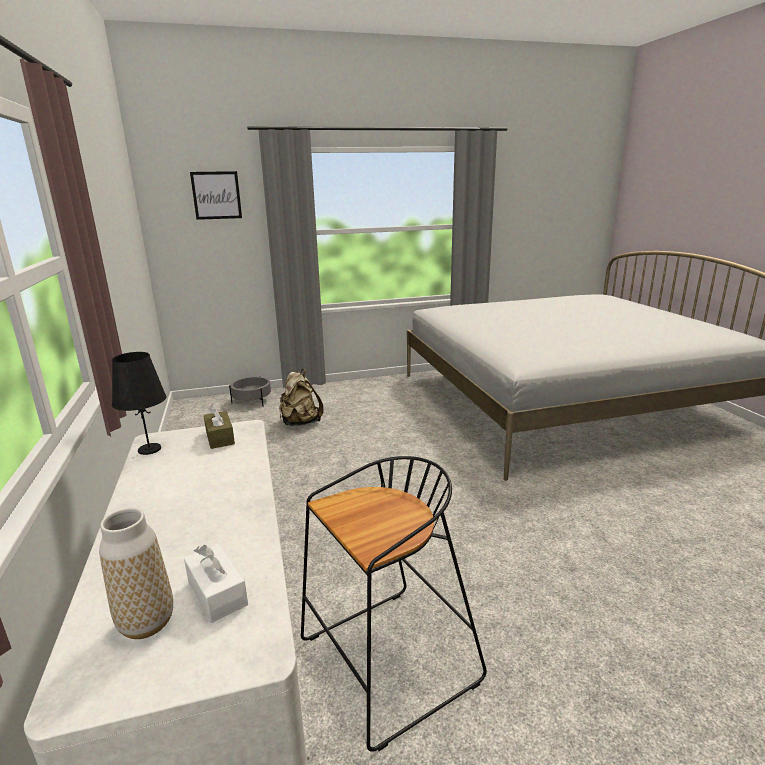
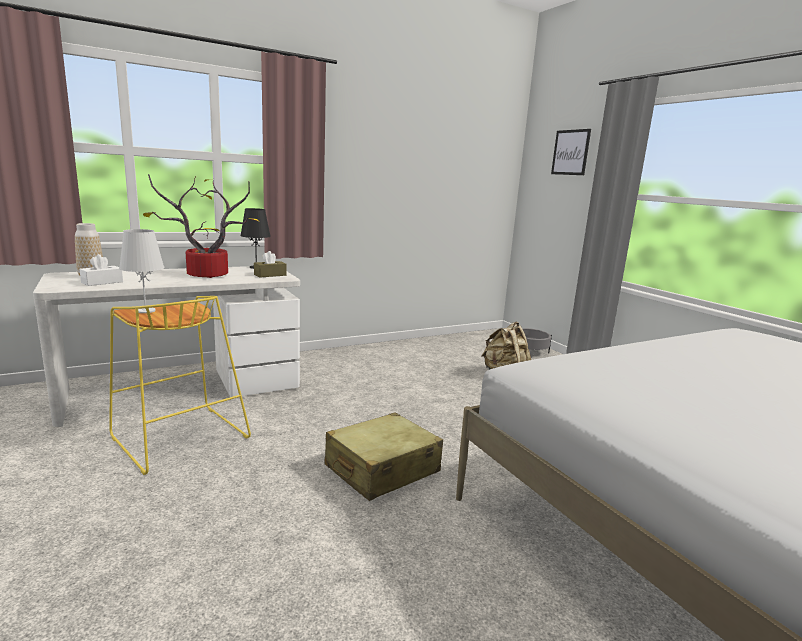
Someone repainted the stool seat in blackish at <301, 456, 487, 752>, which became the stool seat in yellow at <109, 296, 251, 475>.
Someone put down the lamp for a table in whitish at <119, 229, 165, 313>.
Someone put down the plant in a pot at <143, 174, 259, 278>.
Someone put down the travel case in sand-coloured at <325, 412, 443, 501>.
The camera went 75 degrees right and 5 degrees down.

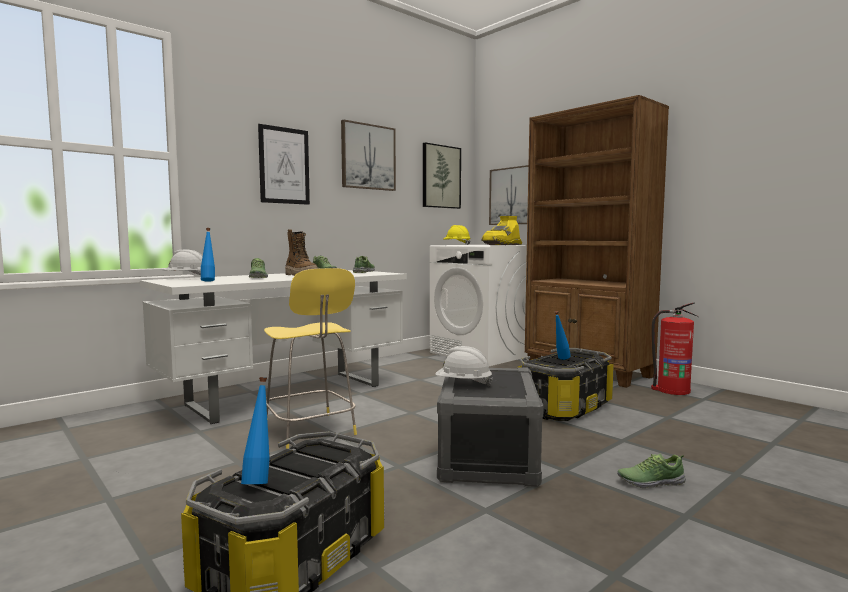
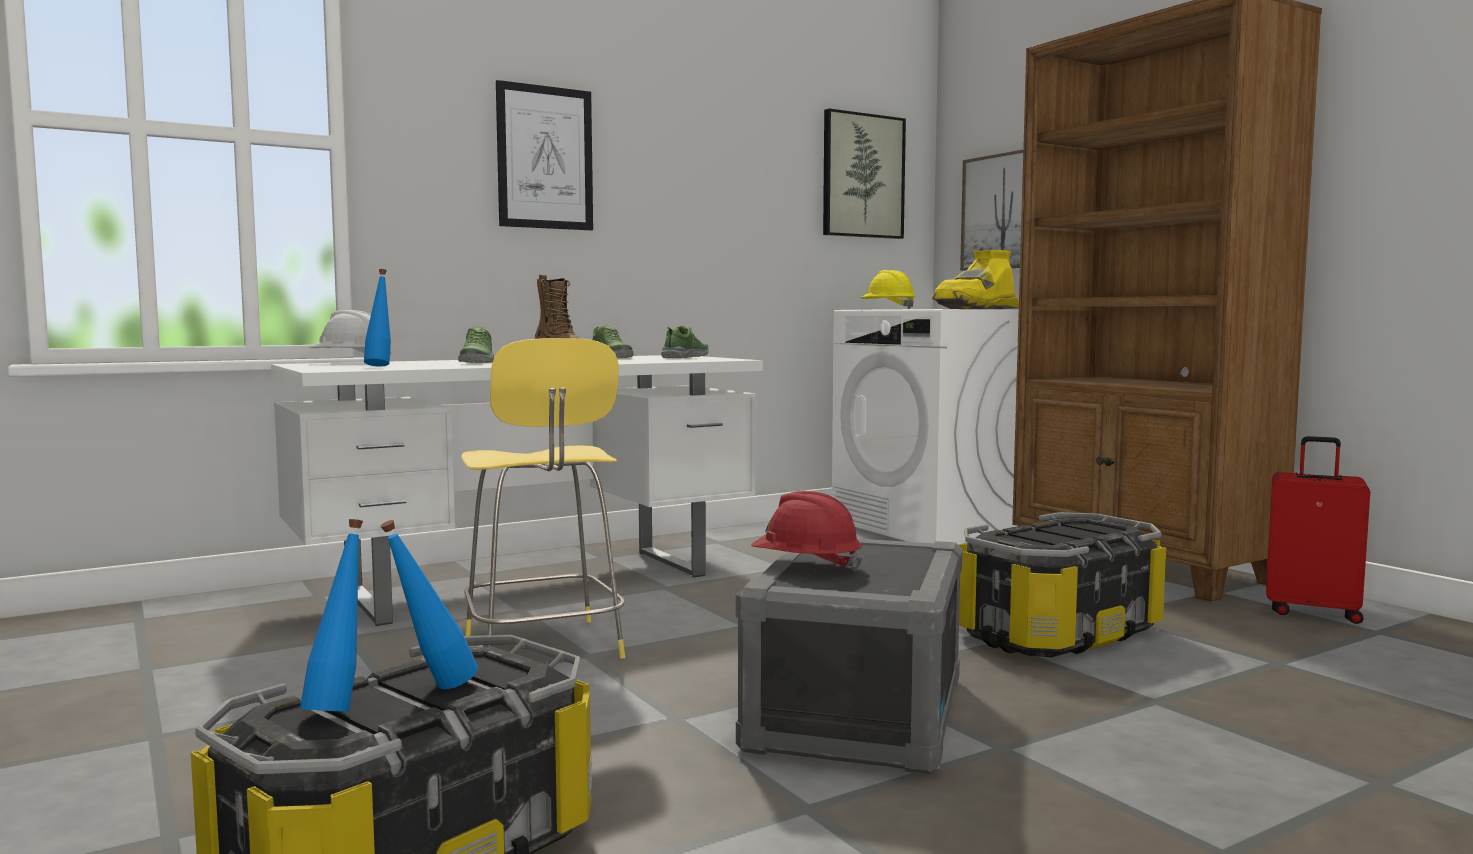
Someone took away the wall art at <341, 120, 396, 191>.
Someone repainted the work helmet in whitish at <435, 346, 493, 386>, which became the work helmet in red-coloured at <751, 491, 864, 572>.
Someone carried the drink bottle in blue from <555, 311, 571, 360> to <380, 520, 478, 689>.
Someone took away the low shoe at <617, 454, 686, 488>.
Someone swapped the fire-fighting cylinder at <651, 302, 698, 395> for the travel case in red-coloured at <1266, 436, 1370, 624>.
The camera went 10 degrees right and 0 degrees up.

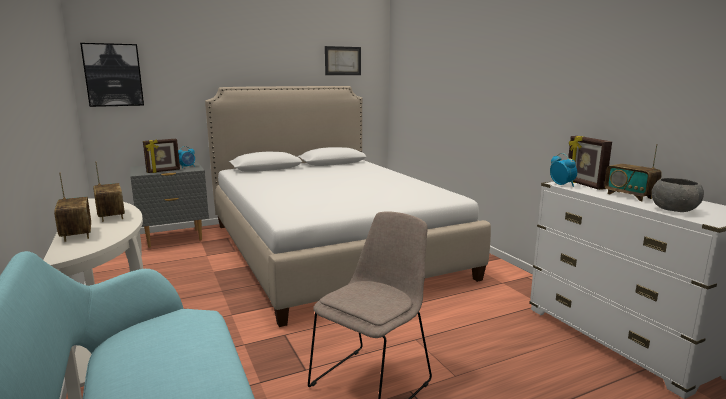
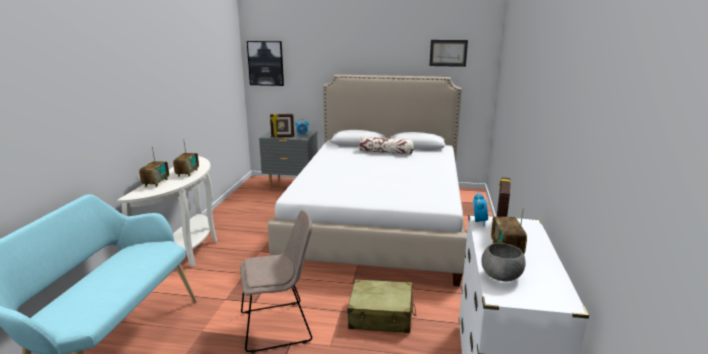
Someone put down the travel case in sand-coloured at <347, 279, 416, 333>.
Someone put down the pillow at <358, 137, 414, 154>.
The camera went 35 degrees right and 5 degrees up.

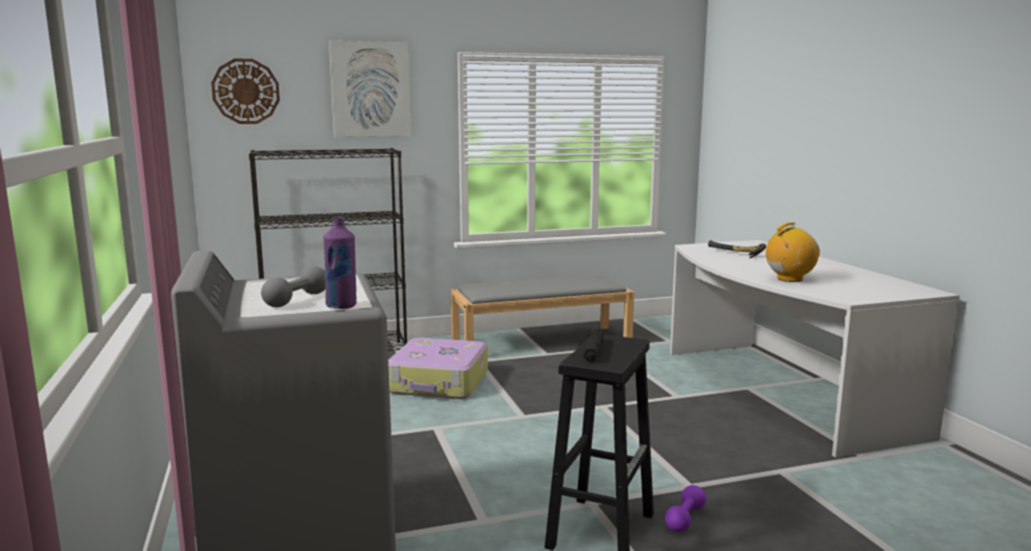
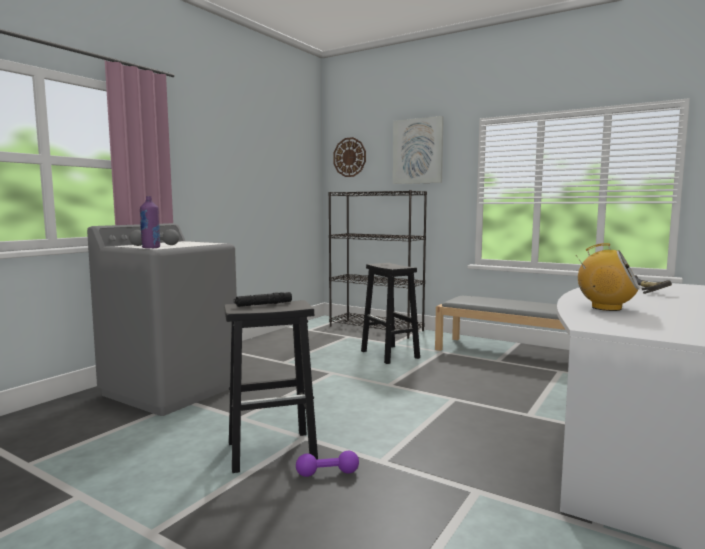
Someone swapped the travel case at <388, 338, 488, 399> for the stool seat in blackish at <361, 263, 420, 364>.
The camera went 50 degrees right and 5 degrees down.

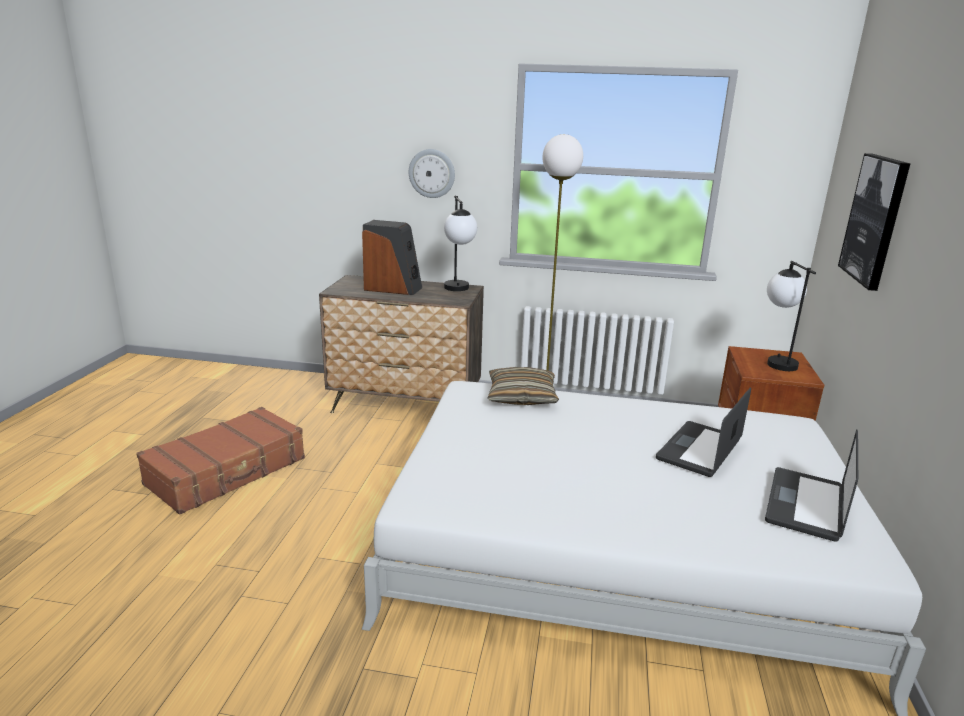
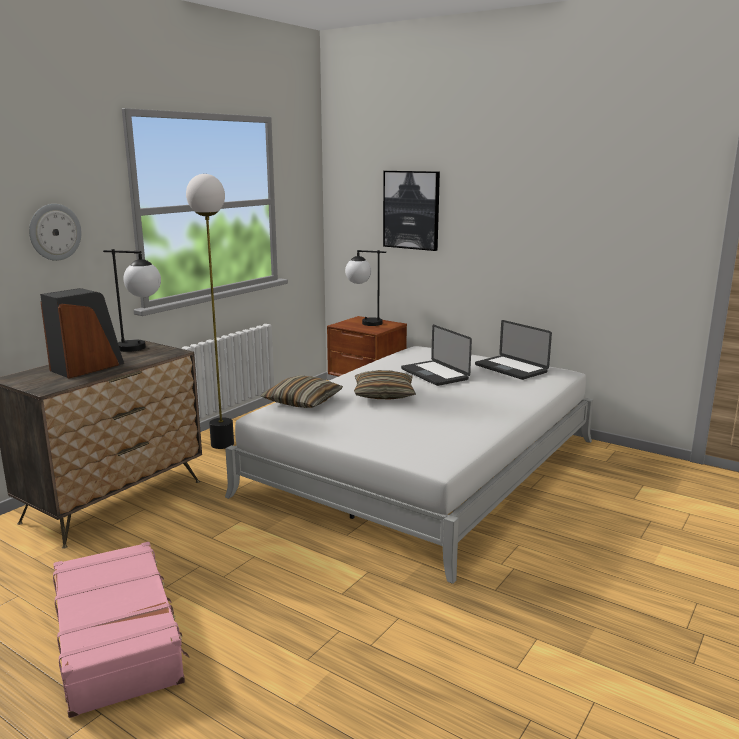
Someone repainted the travel case in brown at <136, 407, 305, 515>, which became the travel case in pink at <53, 542, 190, 718>.
Someone put down the pillow at <354, 370, 416, 400>.
The camera went 65 degrees left and 5 degrees down.

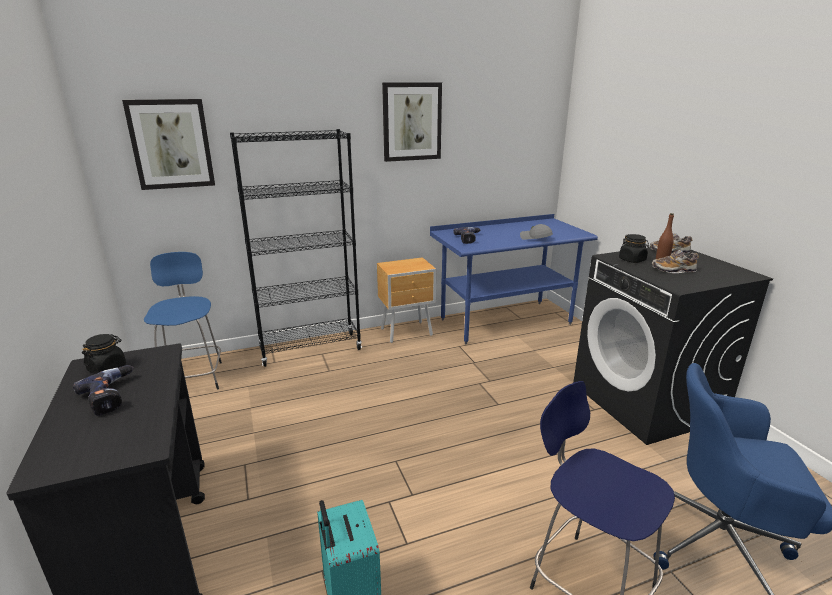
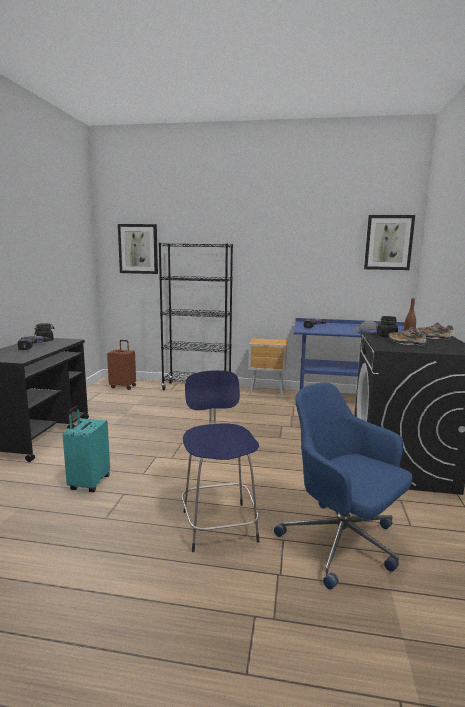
Someone swapped the stool seat in blue at <144, 252, 222, 389> for the travel case in brown at <107, 340, 136, 390>.
Someone carried the wall art from <382, 82, 442, 162> to <364, 215, 415, 270>.
The camera went 30 degrees right and 10 degrees down.

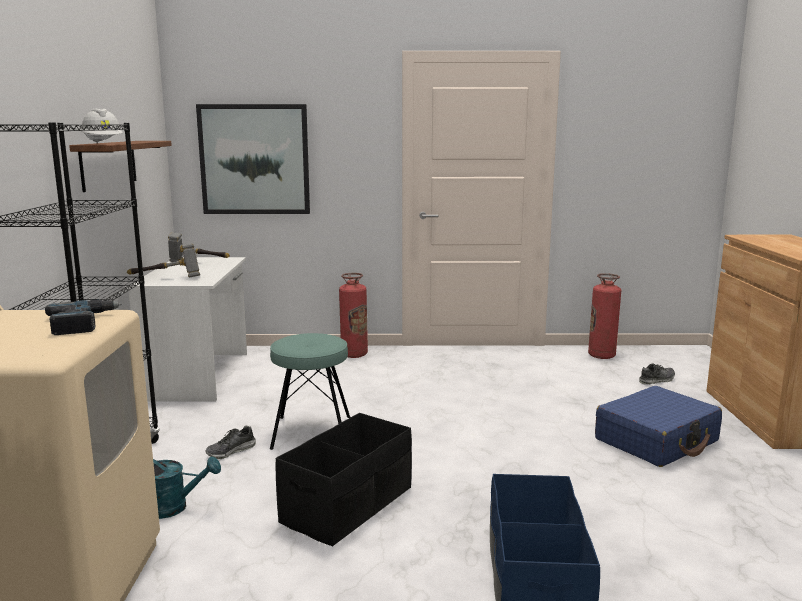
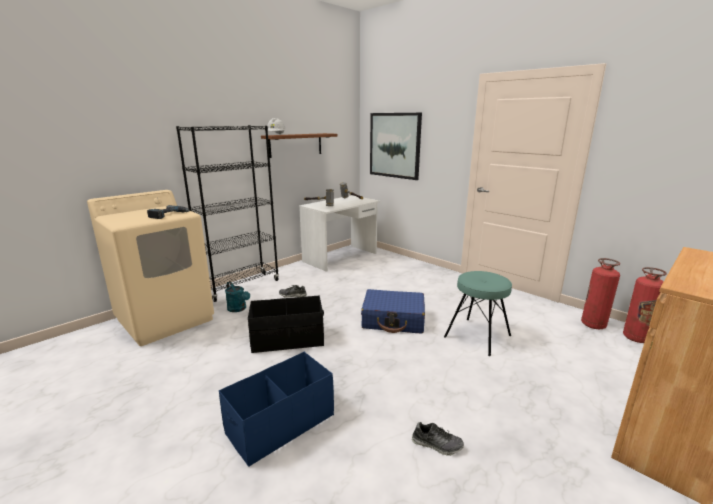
Someone carried the stool seat in turquoise-coloured from <270, 333, 350, 450> to <444, 271, 512, 356>.
Someone carried the fire-fighting cylinder from <339, 273, 368, 358> to <623, 267, 667, 343>.
Someone carried the travel case in blue from <595, 386, 722, 467> to <361, 289, 425, 333>.
Someone carried the low shoe from <639, 363, 675, 385> to <412, 422, 464, 456>.
The camera went 45 degrees right and 5 degrees up.

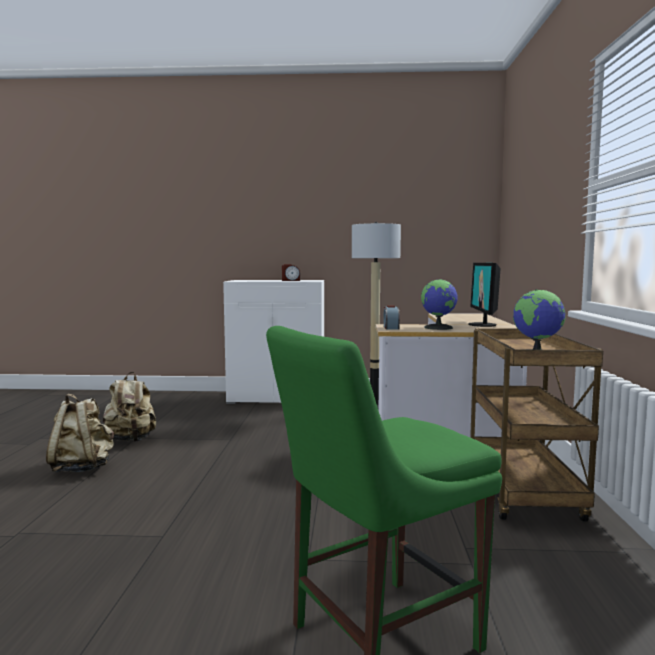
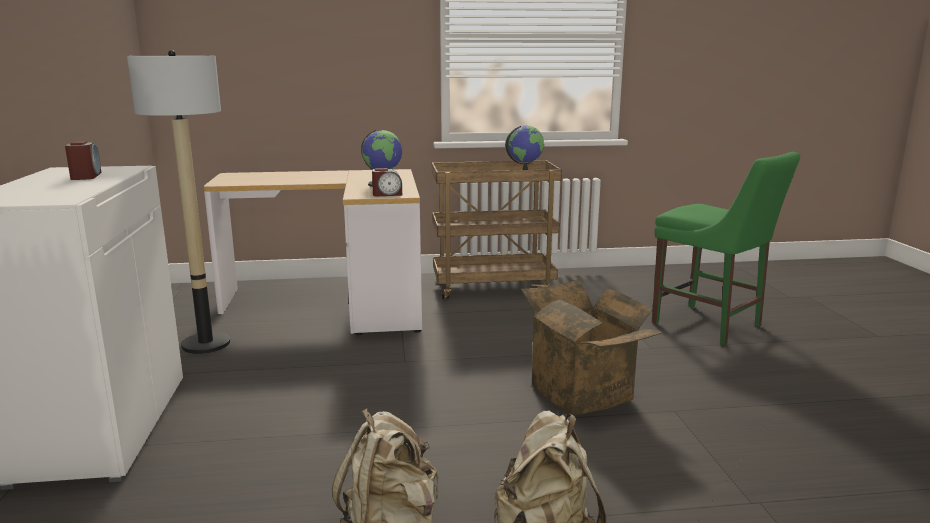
Someone took away the computer display at <468, 263, 501, 327>.
Someone put down the cardboard box at <521, 279, 662, 415>.
The camera went 100 degrees left and 10 degrees up.

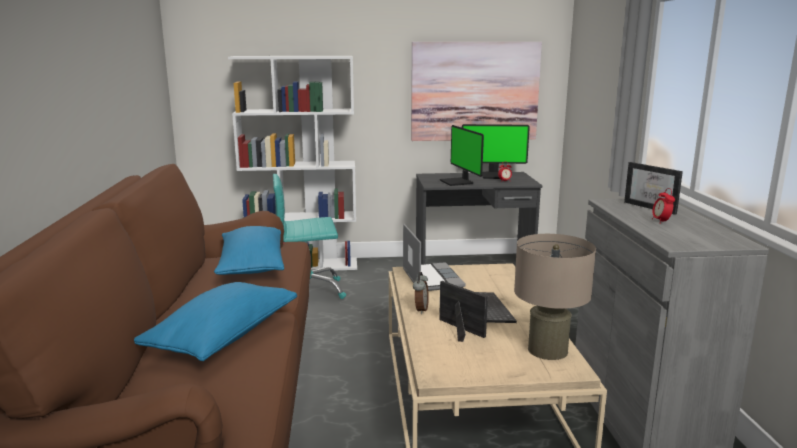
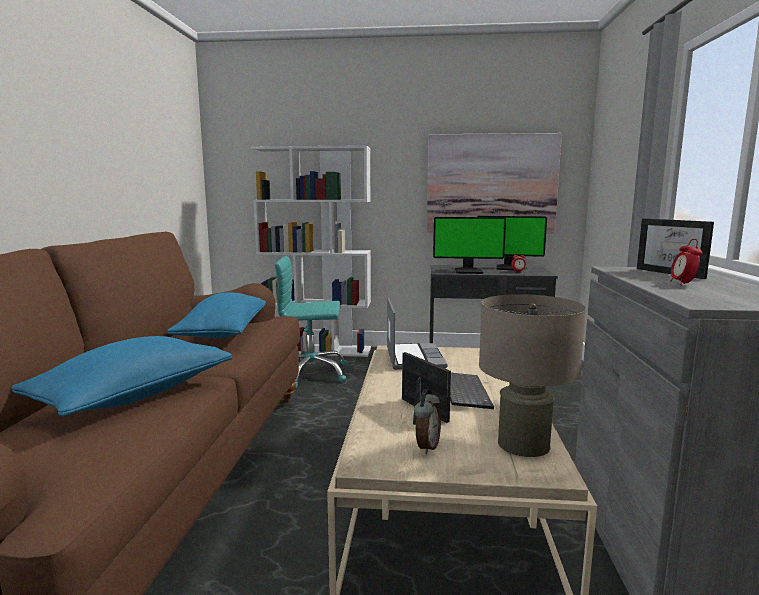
Someone carried the alarm clock from <413, 272, 429, 314> to <414, 389, 441, 454>.
Someone rotated the computer display at <440, 125, 484, 186> by 75 degrees counterclockwise.
The camera went 10 degrees right and 5 degrees down.

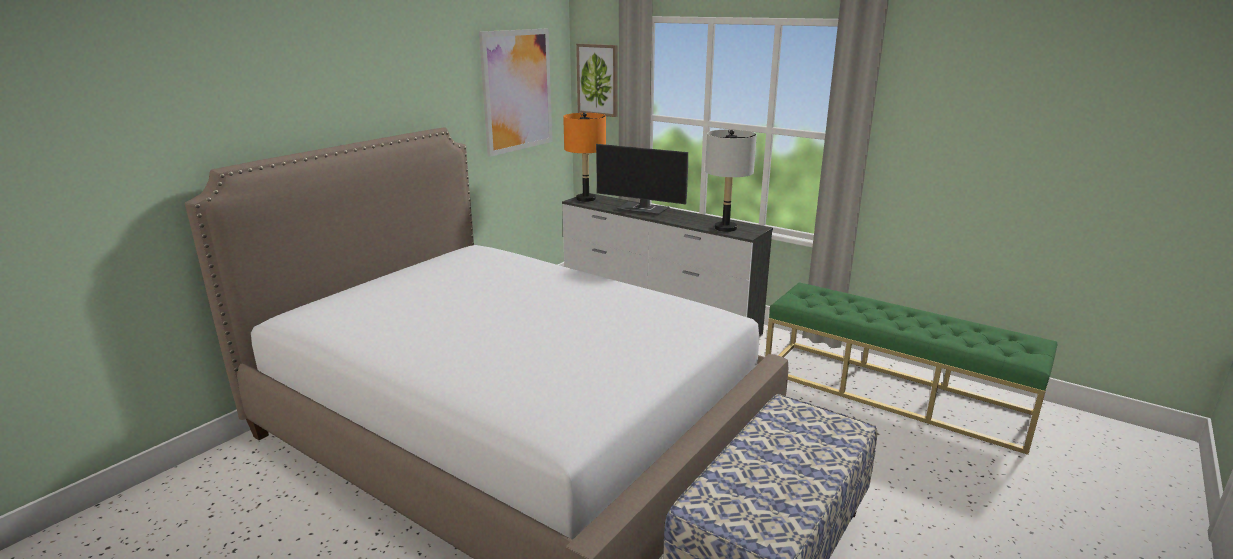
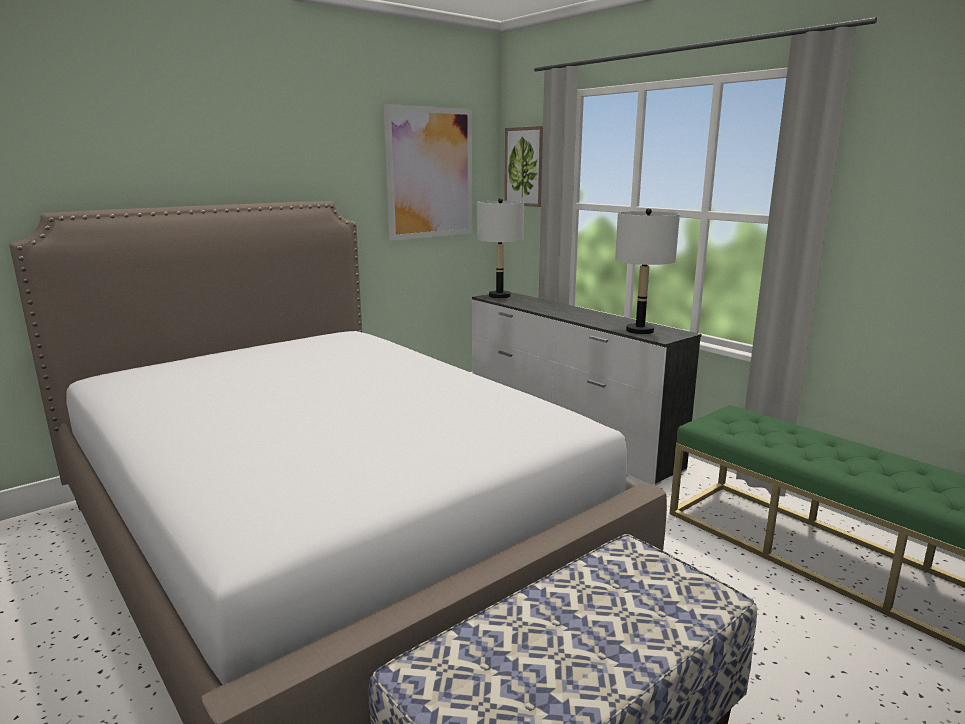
Someone repainted the lamp for a table in orange at <563, 112, 606, 202>, which became the lamp for a table in gray at <477, 198, 524, 298>.
Someone took away the computer display at <596, 144, 688, 215>.
The camera went 15 degrees right and 5 degrees down.

